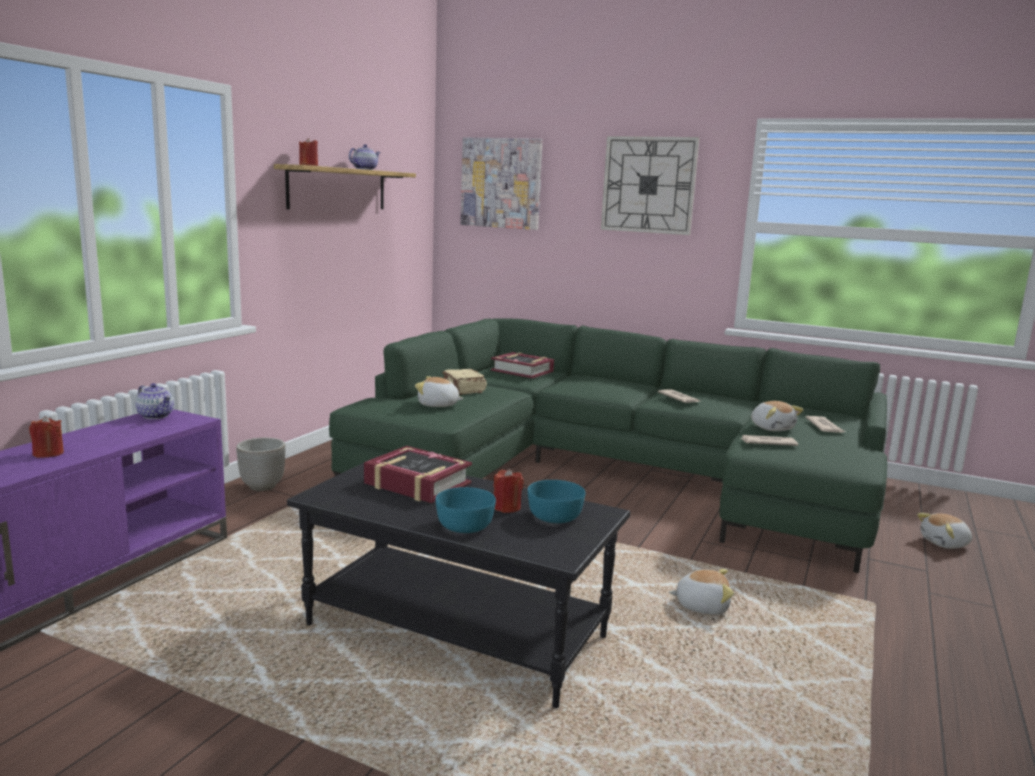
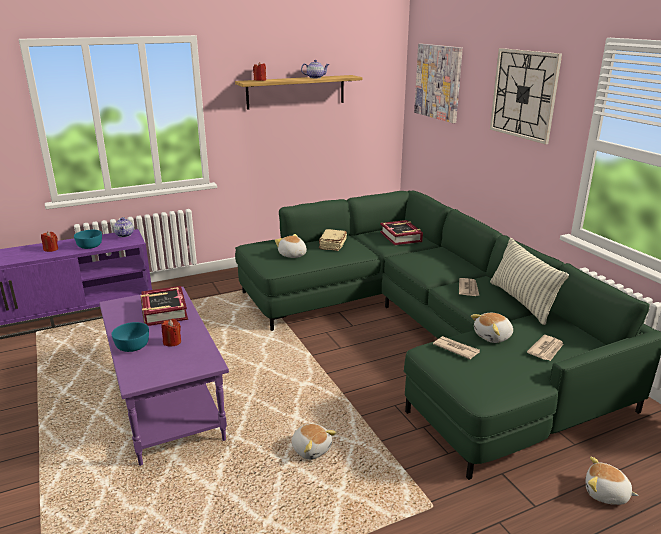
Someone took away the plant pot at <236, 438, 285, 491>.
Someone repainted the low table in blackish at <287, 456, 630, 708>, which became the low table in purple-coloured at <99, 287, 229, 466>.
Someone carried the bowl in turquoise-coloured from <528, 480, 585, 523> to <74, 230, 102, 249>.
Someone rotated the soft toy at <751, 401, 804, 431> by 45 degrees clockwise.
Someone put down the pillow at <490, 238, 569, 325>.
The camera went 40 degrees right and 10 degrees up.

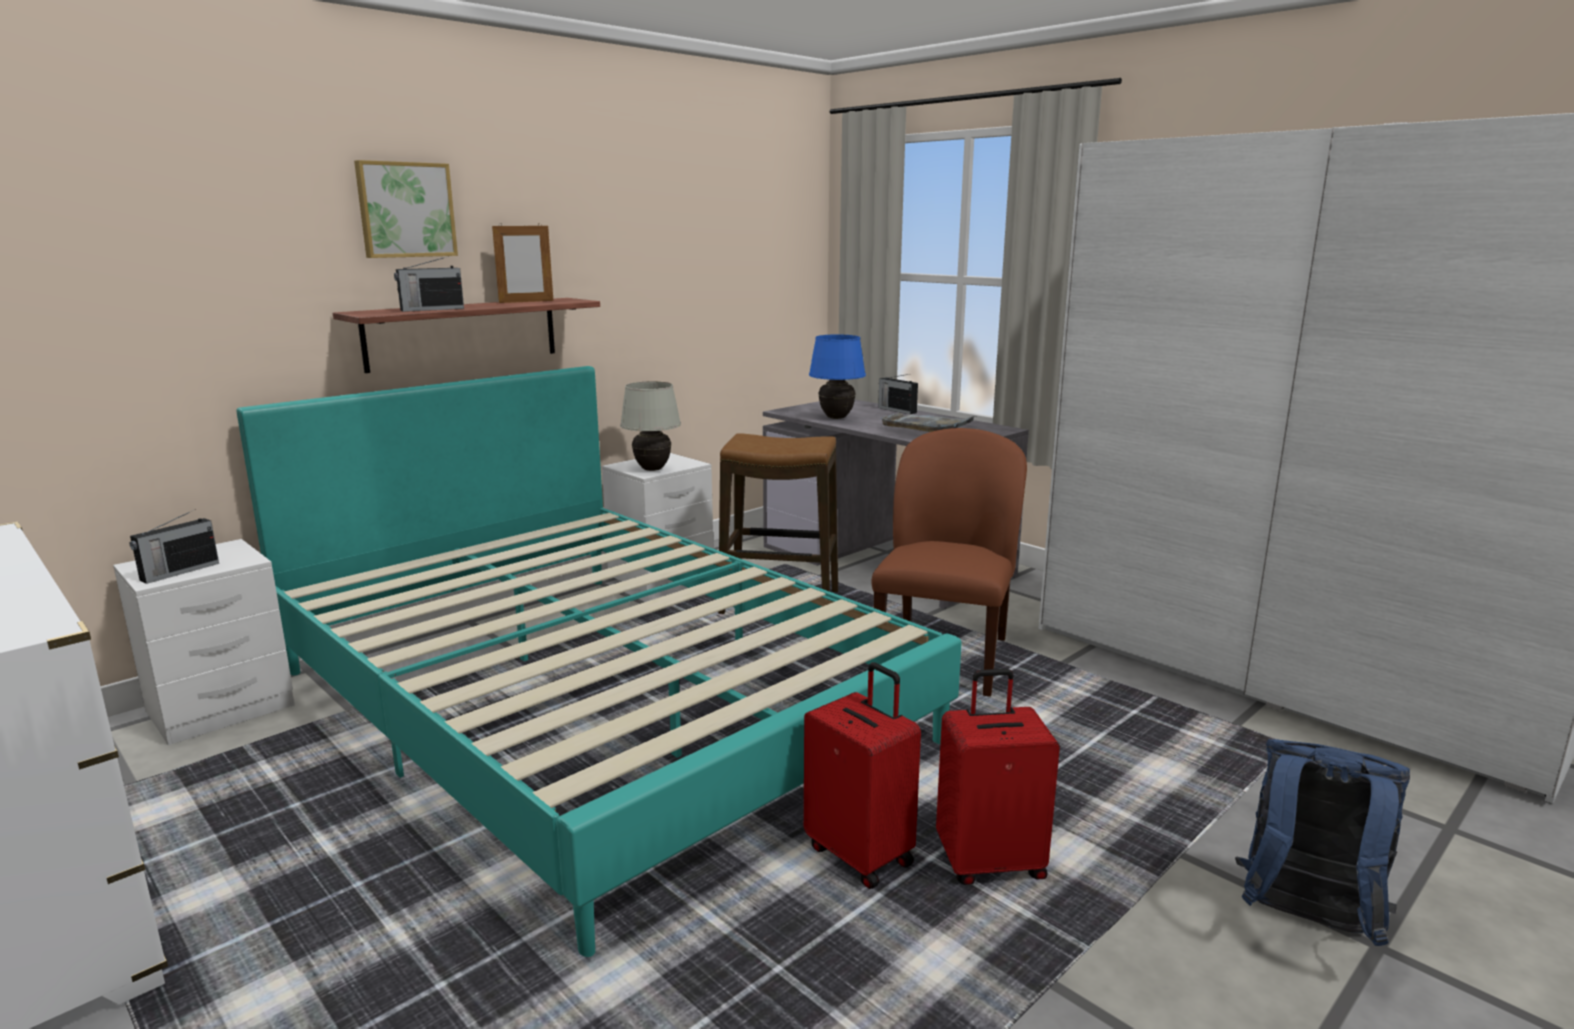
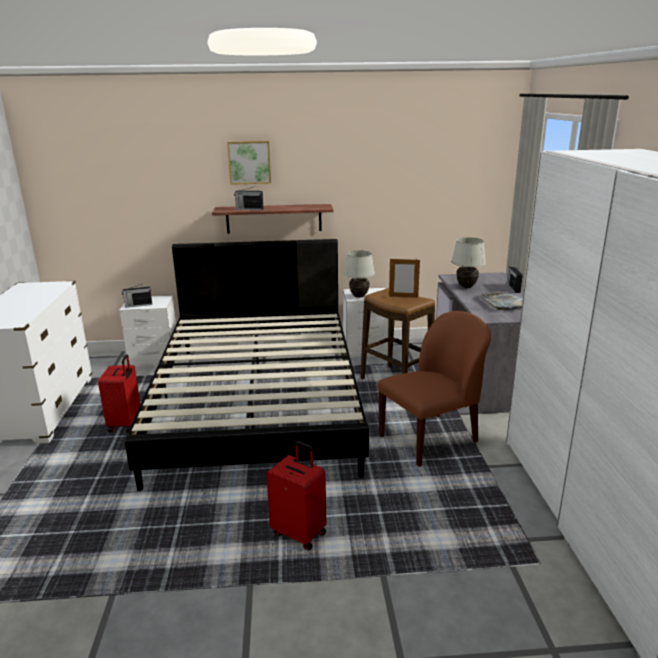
Someone repainted the sleeping bed in turquoise-coloured at <236, 366, 962, 957>, which became the sleeping bed in blackish at <125, 239, 369, 491>.
Someone carried the photo frame from <492, 223, 553, 303> to <389, 259, 420, 298>.
Someone carried the travel case in red-coloured from <804, 662, 921, 889> to <98, 355, 140, 432>.
Someone repainted the lamp for a table in blue at <809, 334, 866, 419>, which became the lamp for a table in whitish at <451, 237, 486, 288>.
Someone took away the backpack in blue at <1235, 739, 1410, 946>.
The camera went 40 degrees right and 5 degrees up.

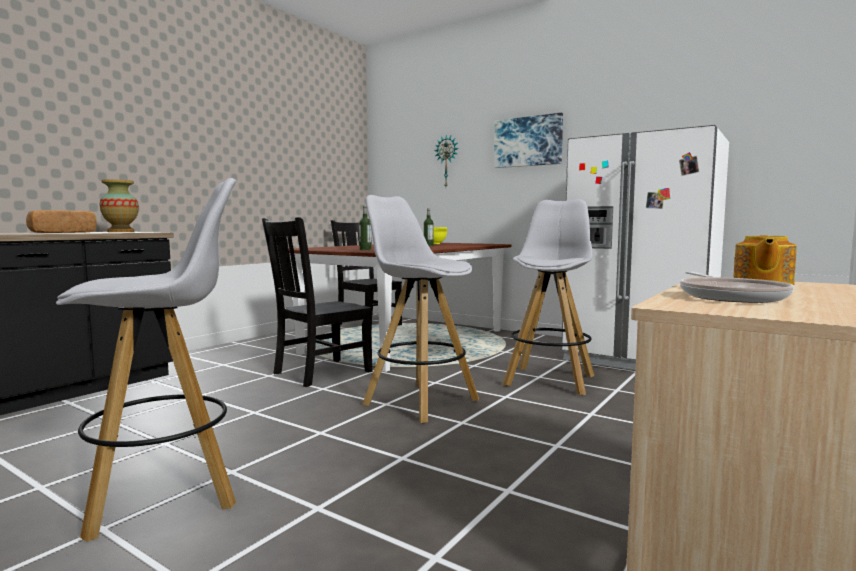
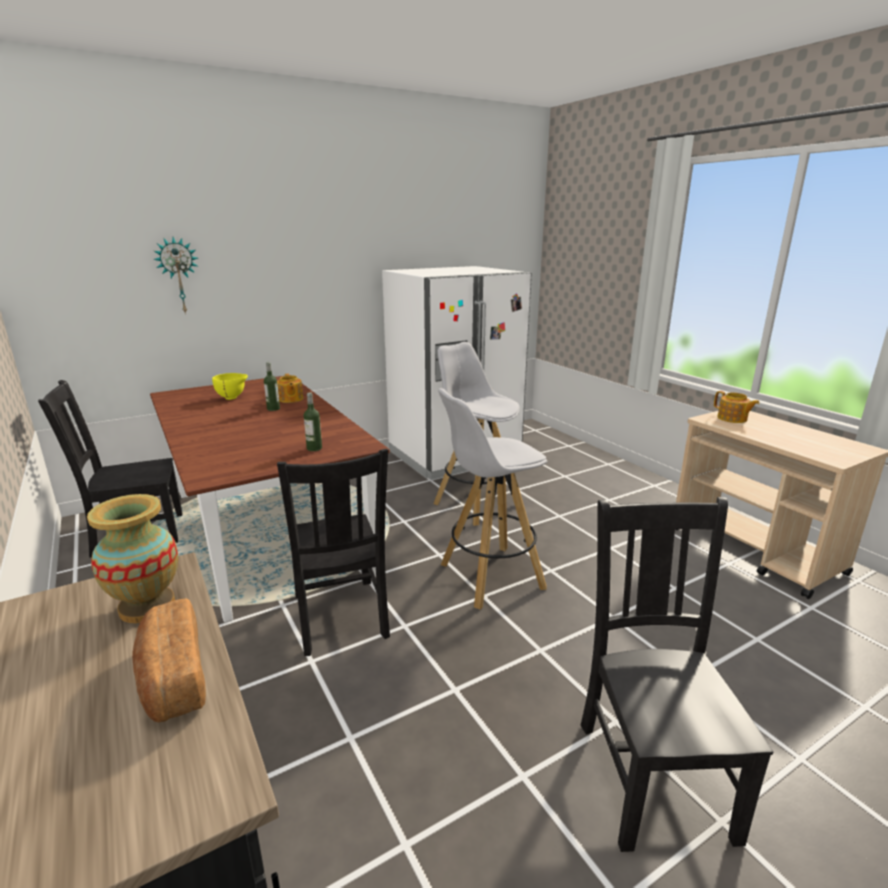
Someone swapped the stool seat in whitish at <56, 178, 236, 542> for the chair in blackish at <580, 497, 773, 852>.
Someone took away the wall art at <494, 113, 563, 168>.
Someone took away the pan at <680, 272, 794, 303>.
Someone put down the tea pot at <277, 374, 303, 403>.
The camera went 65 degrees left and 15 degrees up.

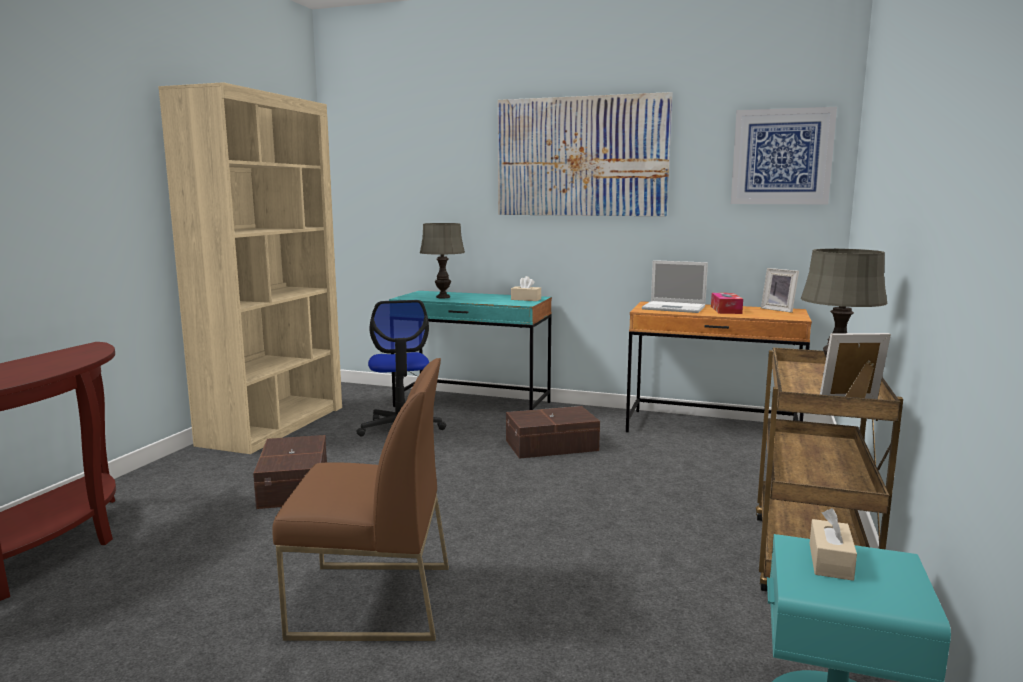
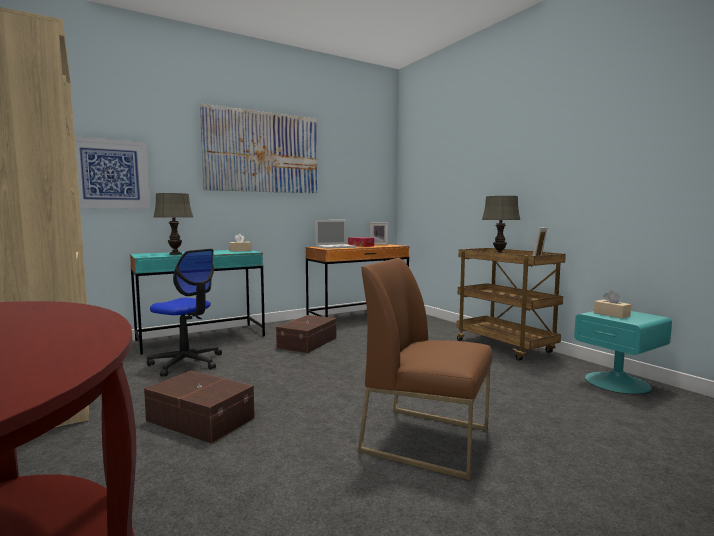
Someone rotated the chair in brown at <272, 358, 449, 641> by 105 degrees counterclockwise.
Someone carried the wall art from <731, 107, 837, 204> to <75, 136, 150, 209>.
The camera went 50 degrees left and 5 degrees down.

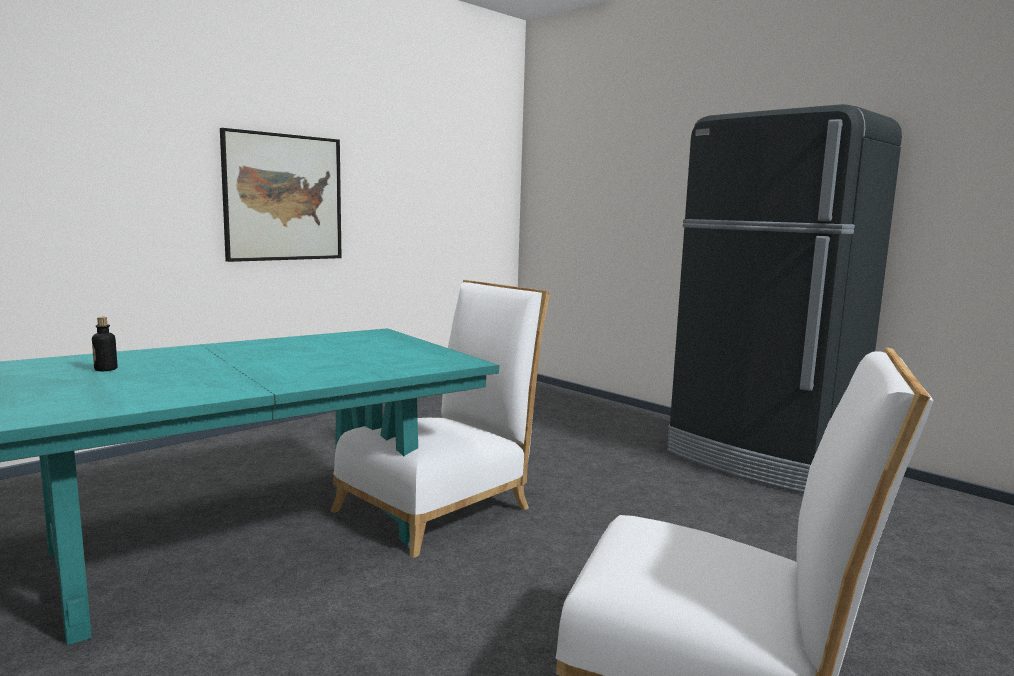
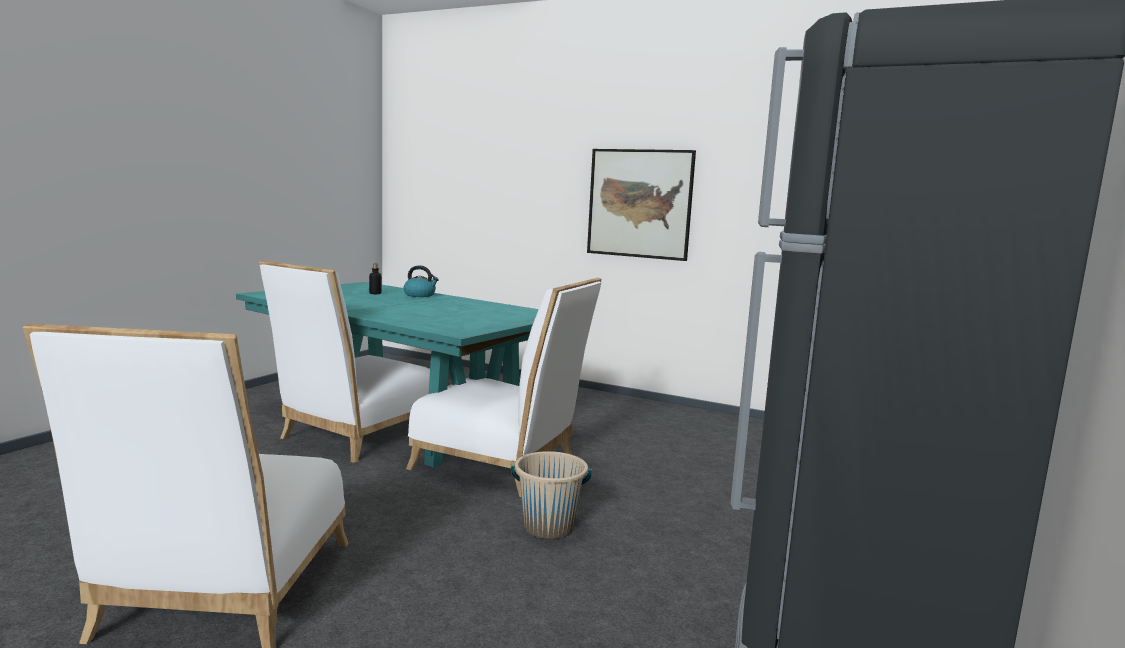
Someone put down the chair in whitish at <258, 261, 430, 463>.
Someone put down the water kettle at <404, 265, 439, 297>.
Someone put down the pail in sand-coloured at <511, 451, 592, 539>.
The camera went 70 degrees right and 0 degrees up.

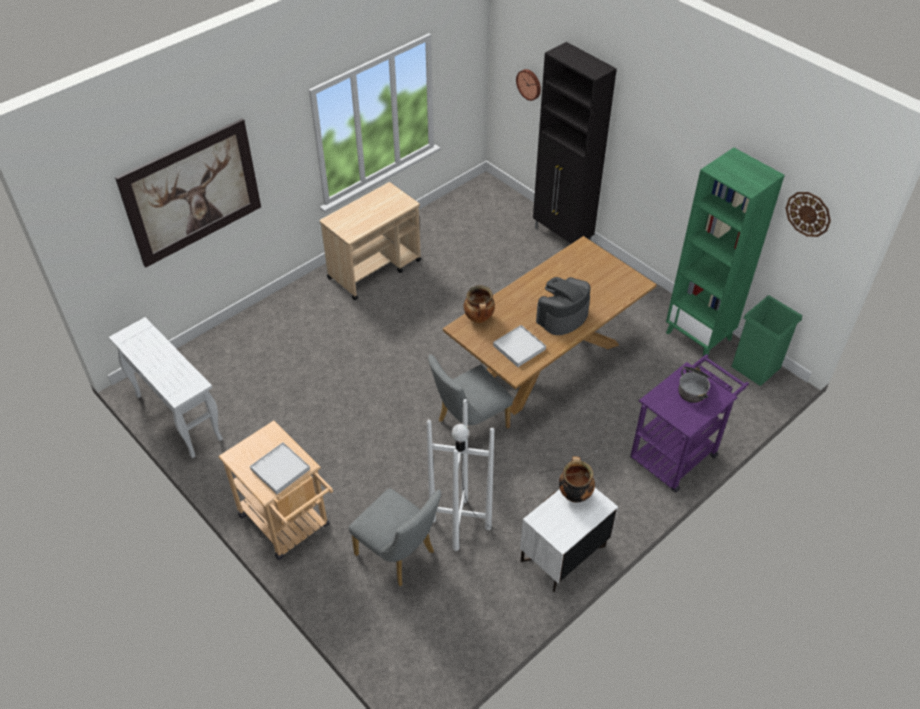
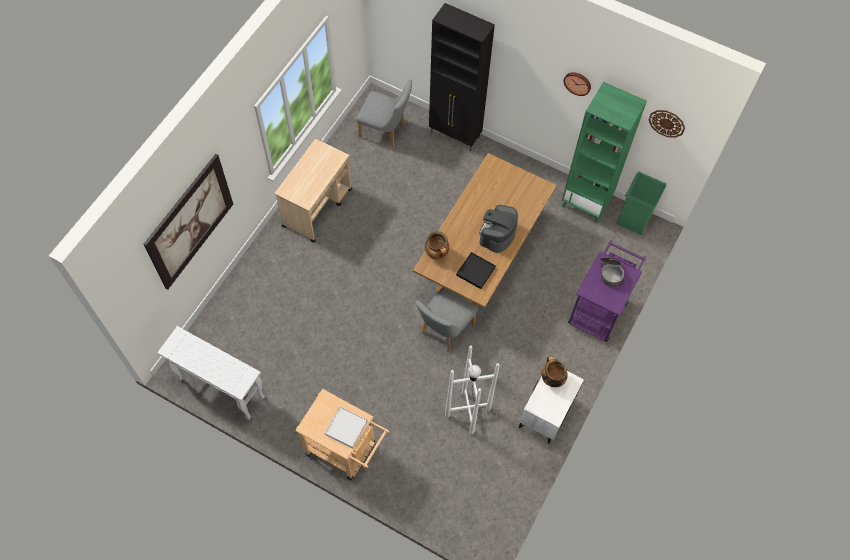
Someone carried the chair in gray from <349, 488, 441, 586> to <356, 79, 412, 148>.
Someone repainted the carrying tray in whitish at <493, 325, 546, 367>, which became the carrying tray in blackish at <456, 252, 496, 289>.
Someone carried the clock on the wall from <516, 69, 541, 101> to <564, 72, 591, 96>.
The camera went 20 degrees left and 15 degrees up.

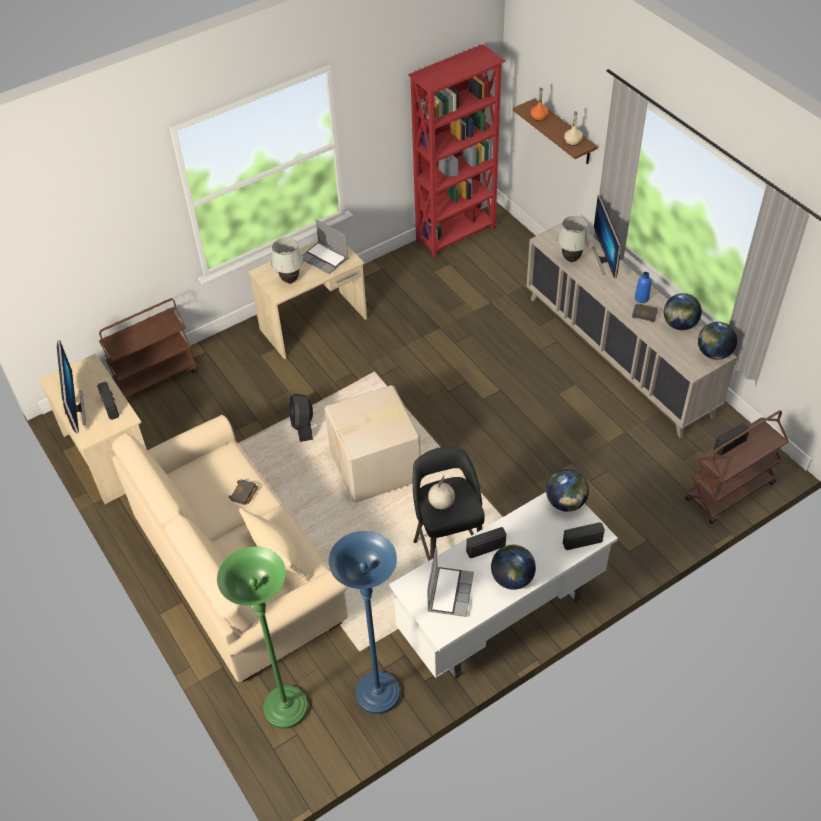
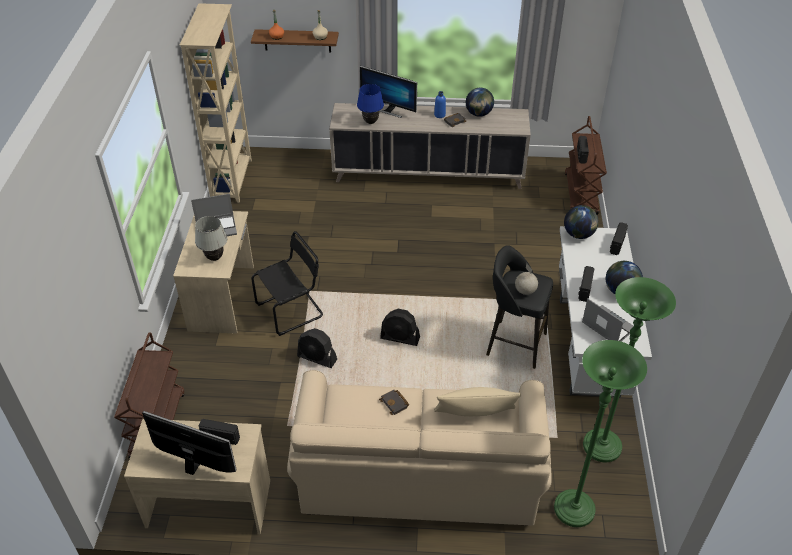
Someone swapped the cardboard box at <324, 385, 421, 503> for the fan in blackish at <380, 309, 420, 346>.
Someone repainted the floor lamp in blue at <328, 531, 400, 714>, which became the floor lamp in green-coloured at <583, 277, 676, 462>.
Someone repainted the shelving unit in red-coloured at <408, 44, 506, 258>, which became the shelving unit in sand-coloured at <180, 3, 252, 203>.
Someone repainted the lamp for a table in whitish at <557, 216, 590, 262>, which became the lamp for a table in blue at <357, 84, 384, 124>.
Someone took away the globe at <698, 322, 737, 360>.
Someone put down the chair in blackish at <251, 231, 323, 336>.
The camera went 55 degrees left and 5 degrees down.

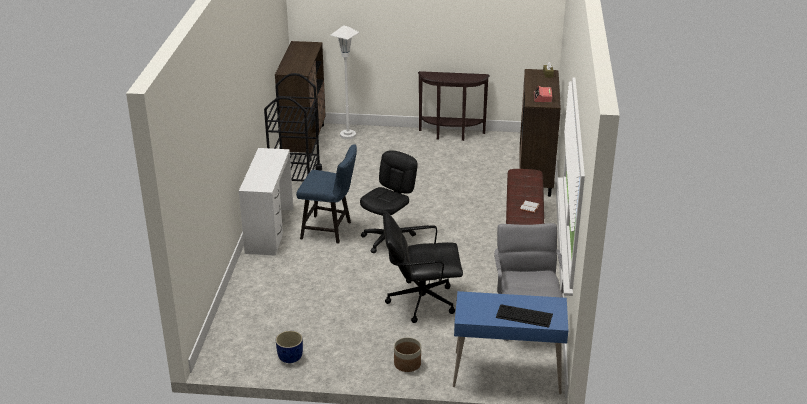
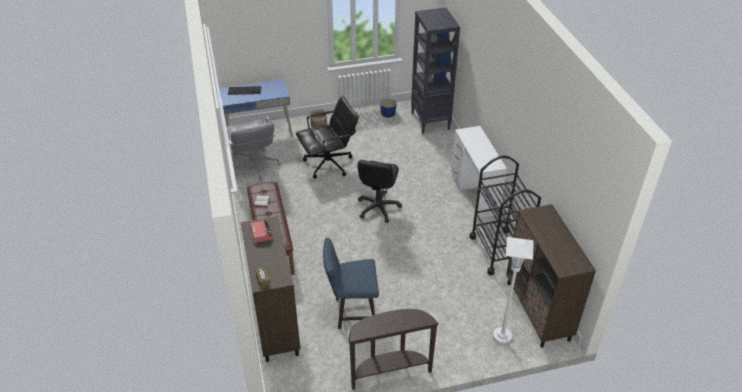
Someone carried the chair in blue from <296, 145, 357, 244> to <323, 238, 379, 329>.
Someone put down the shelving unit in blackish at <411, 8, 460, 134>.
The camera went 160 degrees right and 10 degrees up.

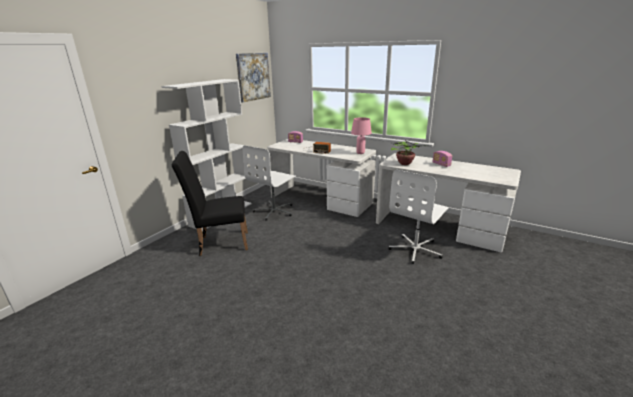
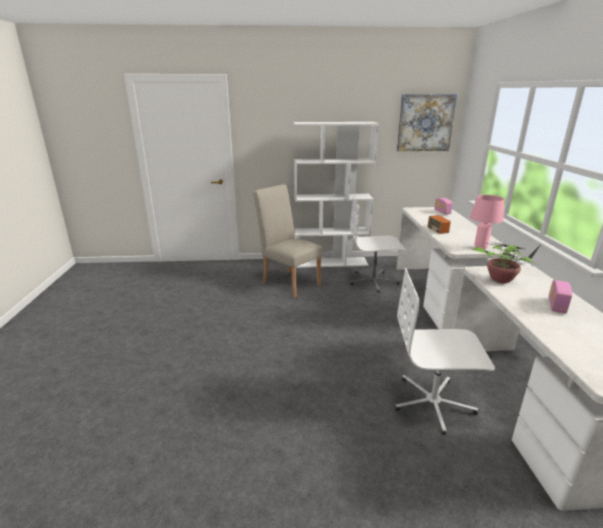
Someone repainted the chair in blackish at <171, 151, 248, 256>, which became the chair in sand-coloured at <253, 184, 322, 298>.
The camera went 55 degrees right and 0 degrees up.

